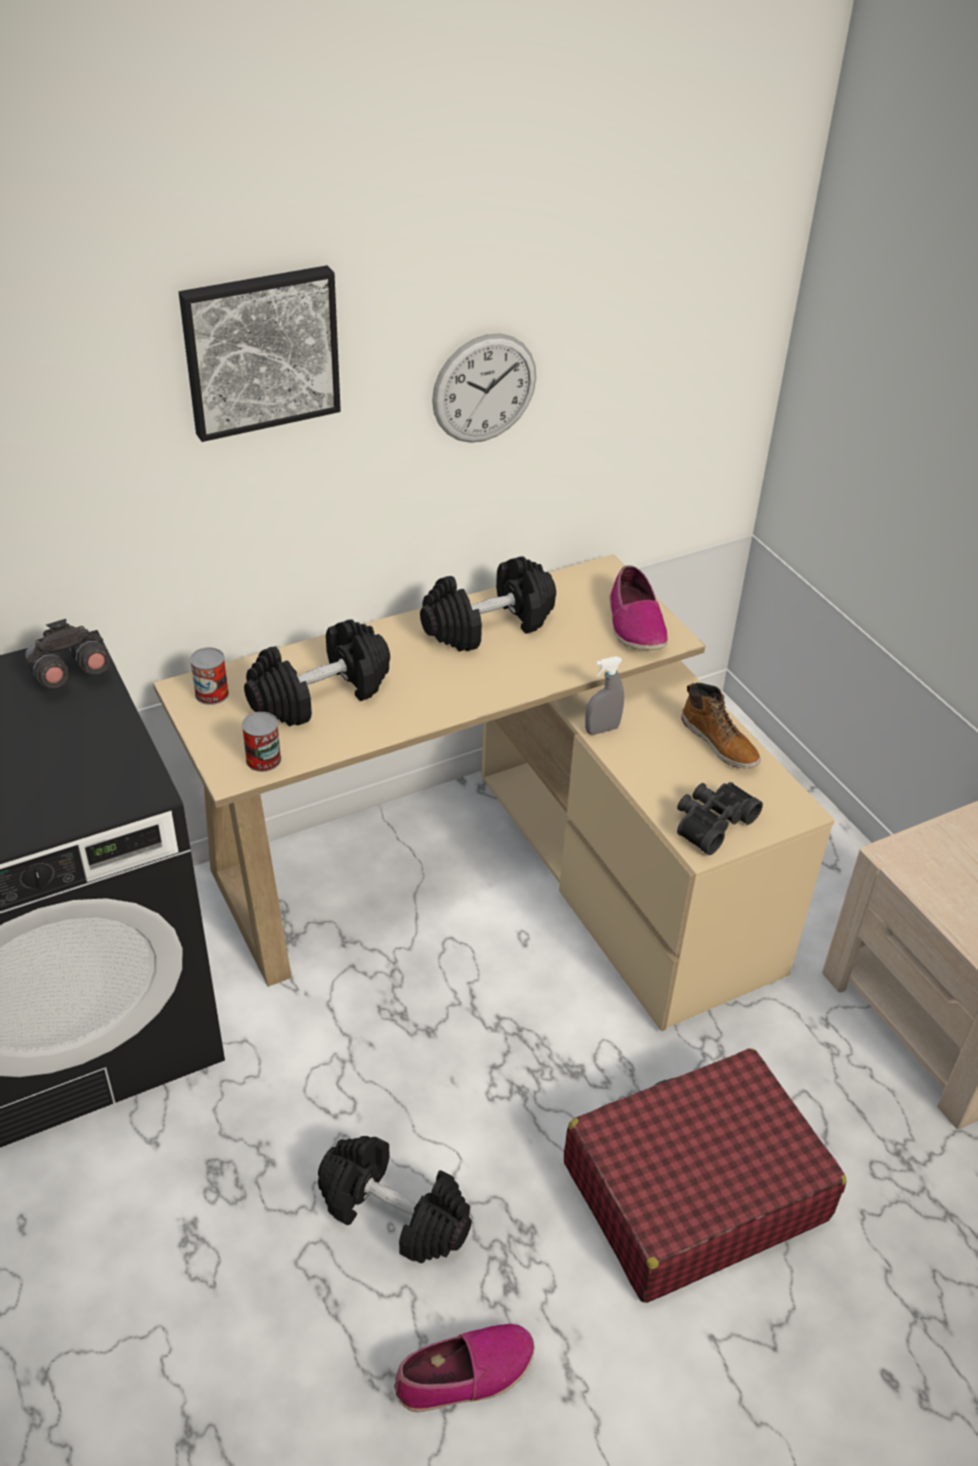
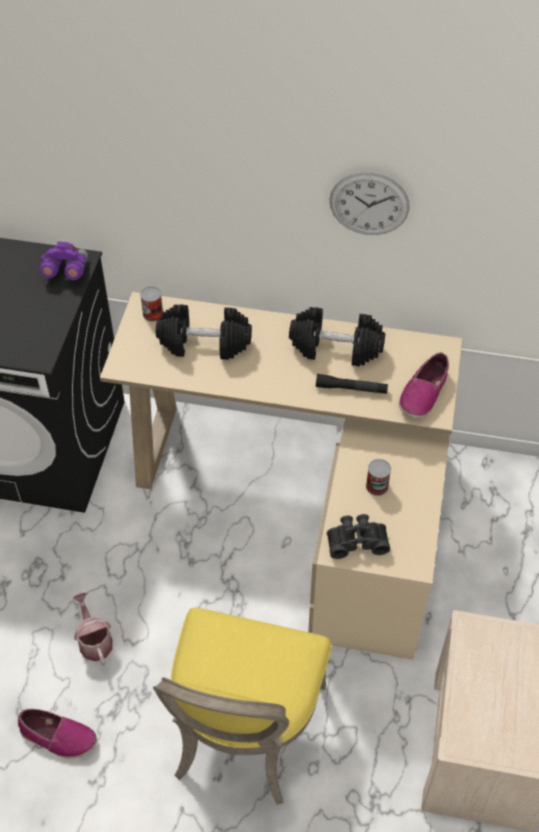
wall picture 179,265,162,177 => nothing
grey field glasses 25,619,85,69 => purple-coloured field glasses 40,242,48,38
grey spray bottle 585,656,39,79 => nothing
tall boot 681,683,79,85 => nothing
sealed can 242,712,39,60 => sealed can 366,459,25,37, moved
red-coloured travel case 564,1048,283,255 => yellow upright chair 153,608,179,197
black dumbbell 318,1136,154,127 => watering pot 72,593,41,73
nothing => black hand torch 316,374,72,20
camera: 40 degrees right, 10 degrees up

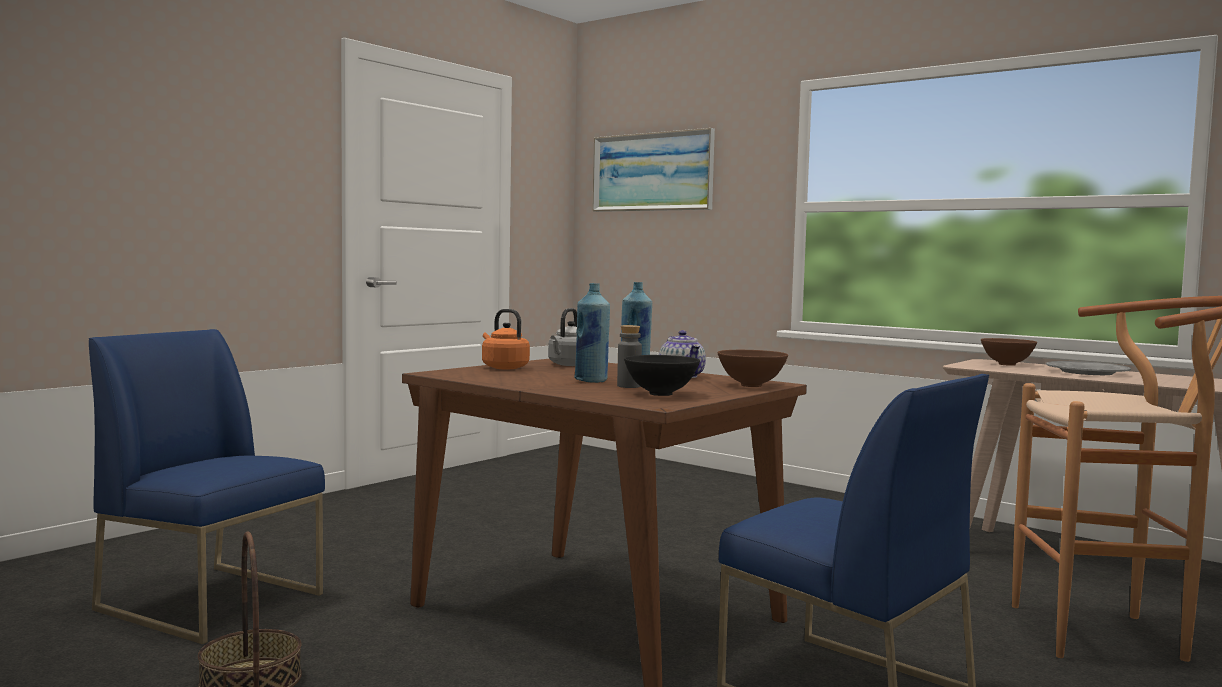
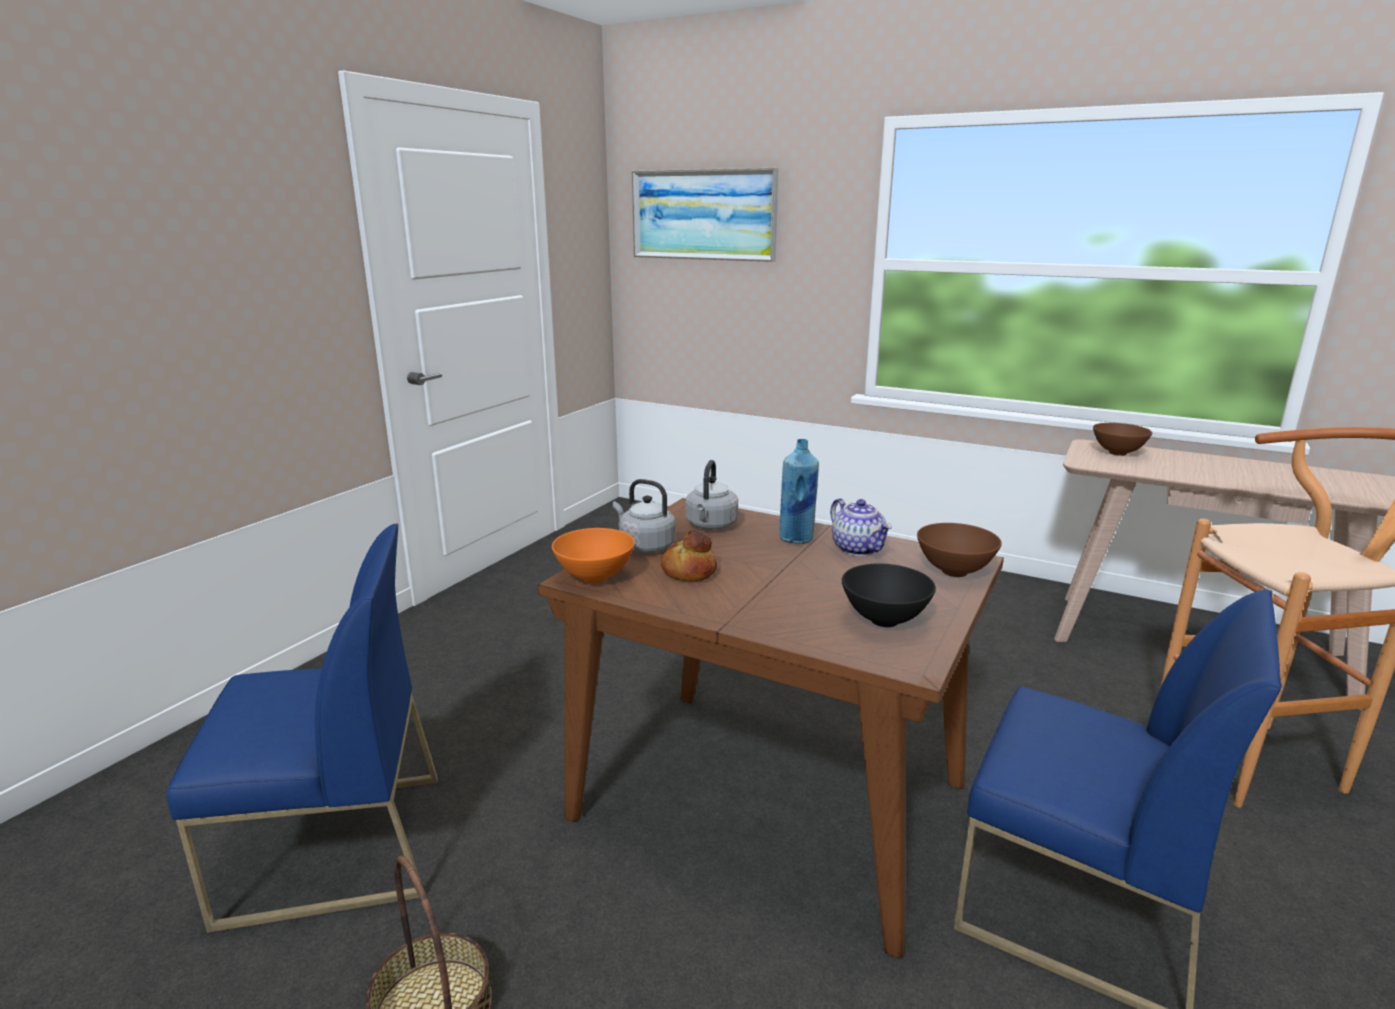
blue bottle 574,283,36,100 => nothing
orange-coloured water kettle 482,309,48,60 => grey water kettle 613,479,63,74
grey bottle 617,325,25,63 => nothing
blue upright chair 89,329,236,315 => blue upright chair 167,524,271,409, 150 degrees clockwise
grey flat dish 1046,361,85,14 => nothing
nothing => orange-coloured serving bowl 552,528,83,55
nothing => bakery bread 661,530,56,52
camera: 10 degrees left, 15 degrees up

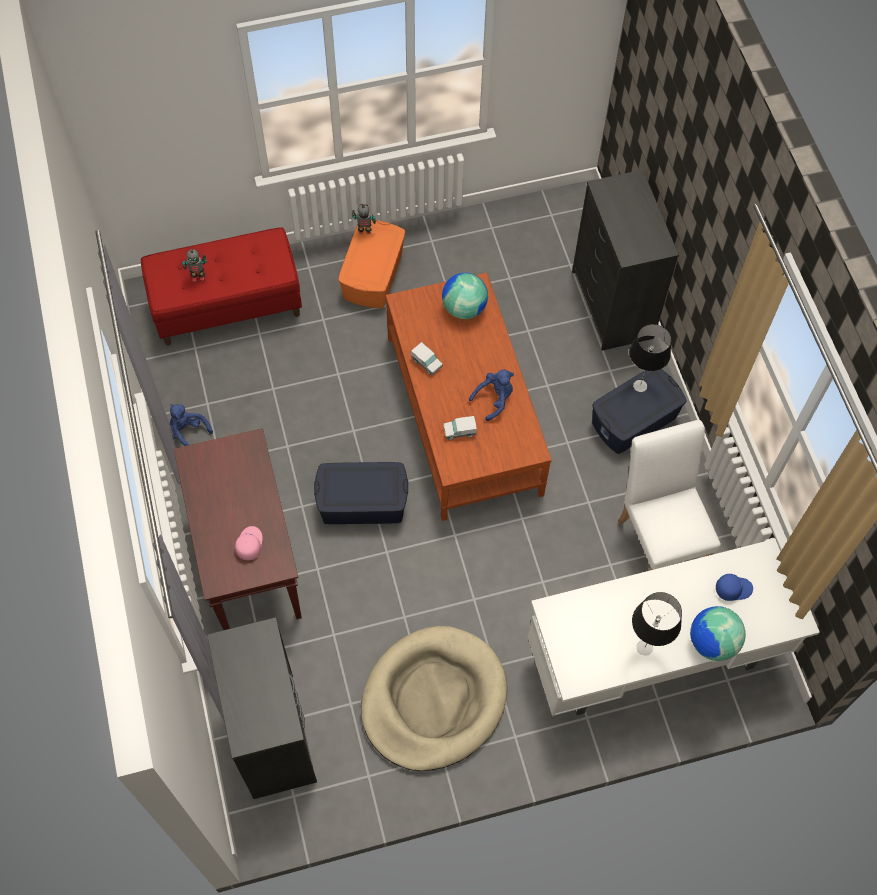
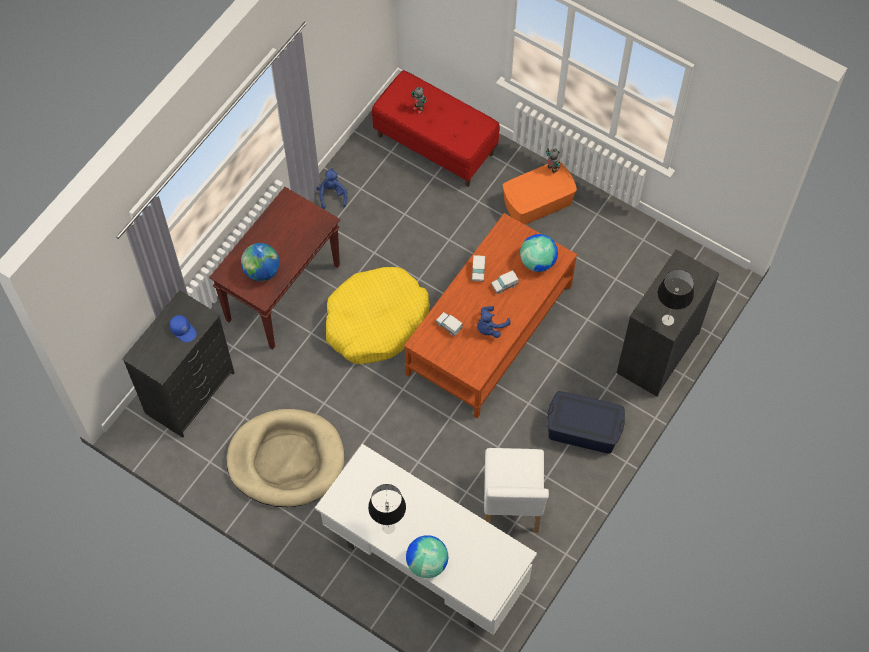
table lamp 629,324,42,68 => table lamp 658,269,36,57, moved
blue plush toy 469,370,45,51 => blue plush toy 477,306,34,32, 120 degrees clockwise
white-coloured upright chair 618,420,103,151 => white-coloured upright chair 484,448,65,84, 150 degrees clockwise
blue storage bin 314,462,94,62 => yellow dog bed 326,267,104,97
pink-coloured baseball cap 235,526,28,34 => world globe 241,243,39,38
blue baseball cap 716,574,37,27 => blue baseball cap 170,315,27,27, moved
nothing => model truck 491,270,28,24
camera: 50 degrees right, 0 degrees up

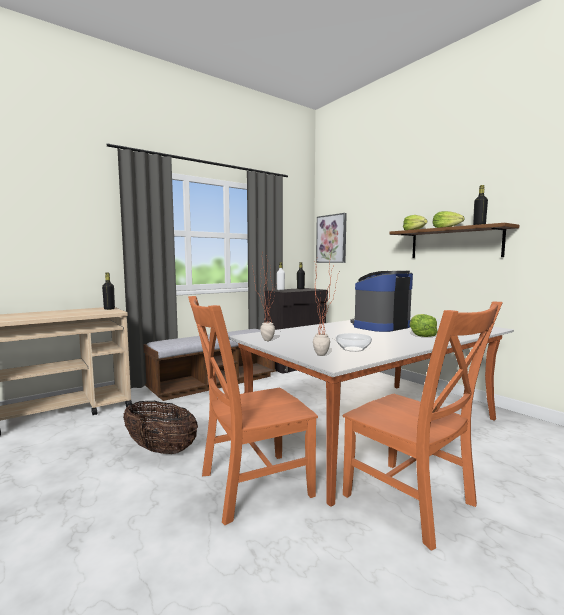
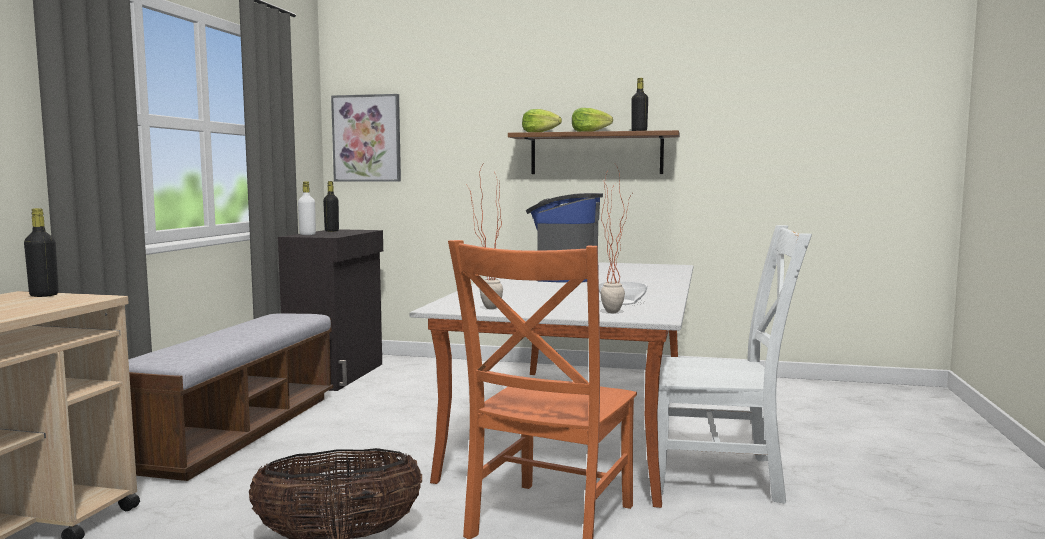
orange-coloured upright chair 343,302,160,249 => white-coloured upright chair 657,225,155,279
lettuce 410,314,28,23 => nothing
camera: 40 degrees left, 0 degrees up

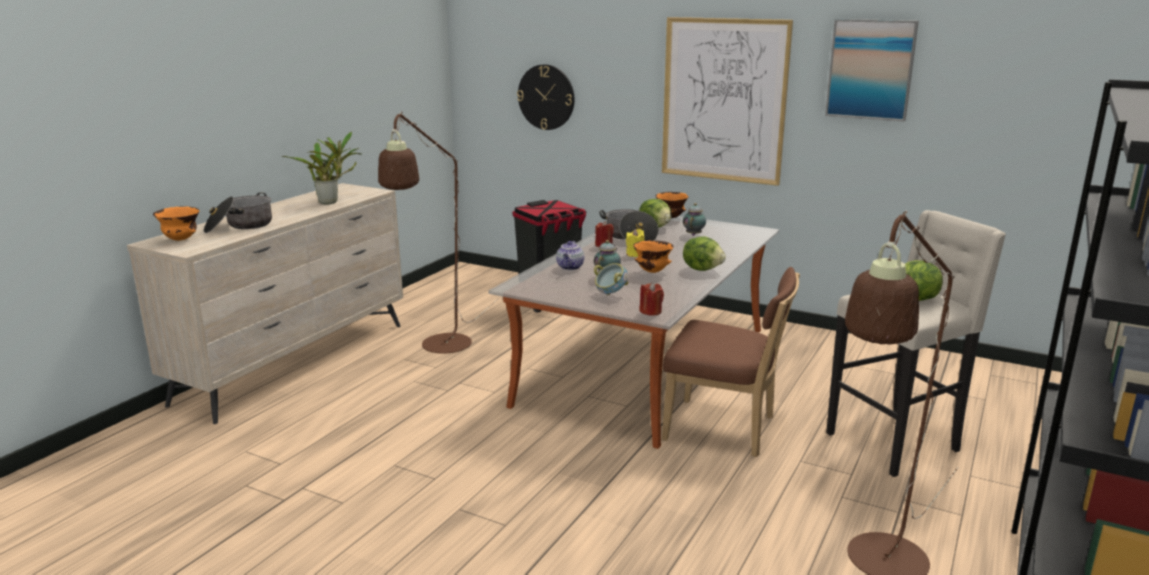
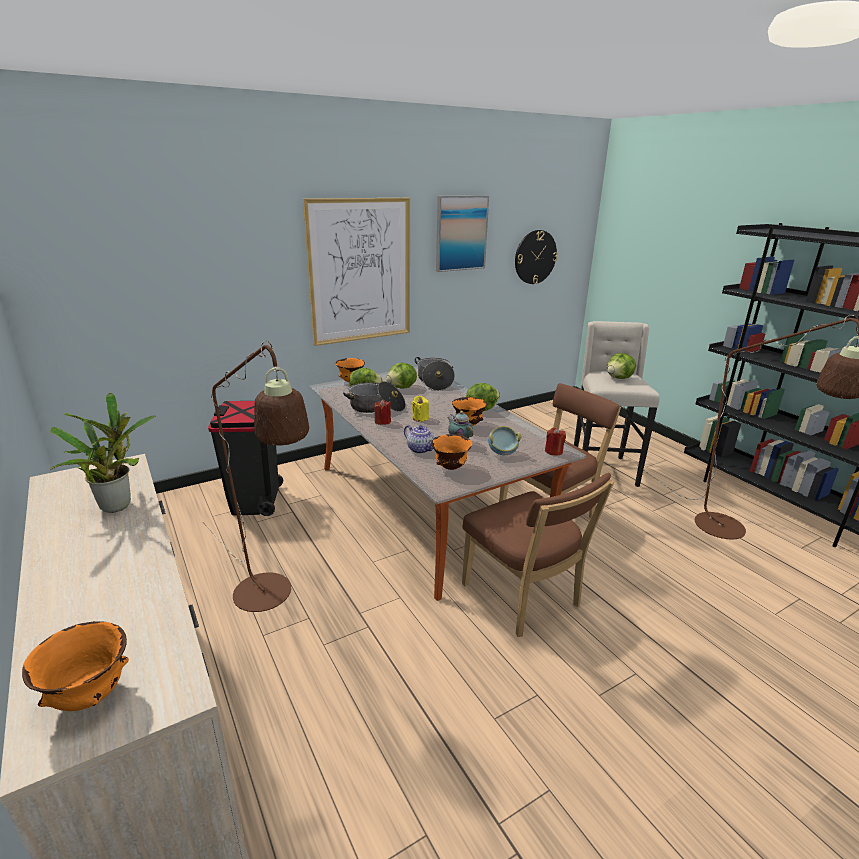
hanging clock 517,64,57,66 => hanging clock 515,230,43,54, moved
saucepot 204,193,68,40 => saucepot 415,357,40,34, moved
tea pot 683,203,23,33 => lettuce 386,363,31,25
nothing => orange-coloured serving bowl 431,434,41,36
nothing => brown upright chair 462,473,152,164
camera: 60 degrees left, 5 degrees up

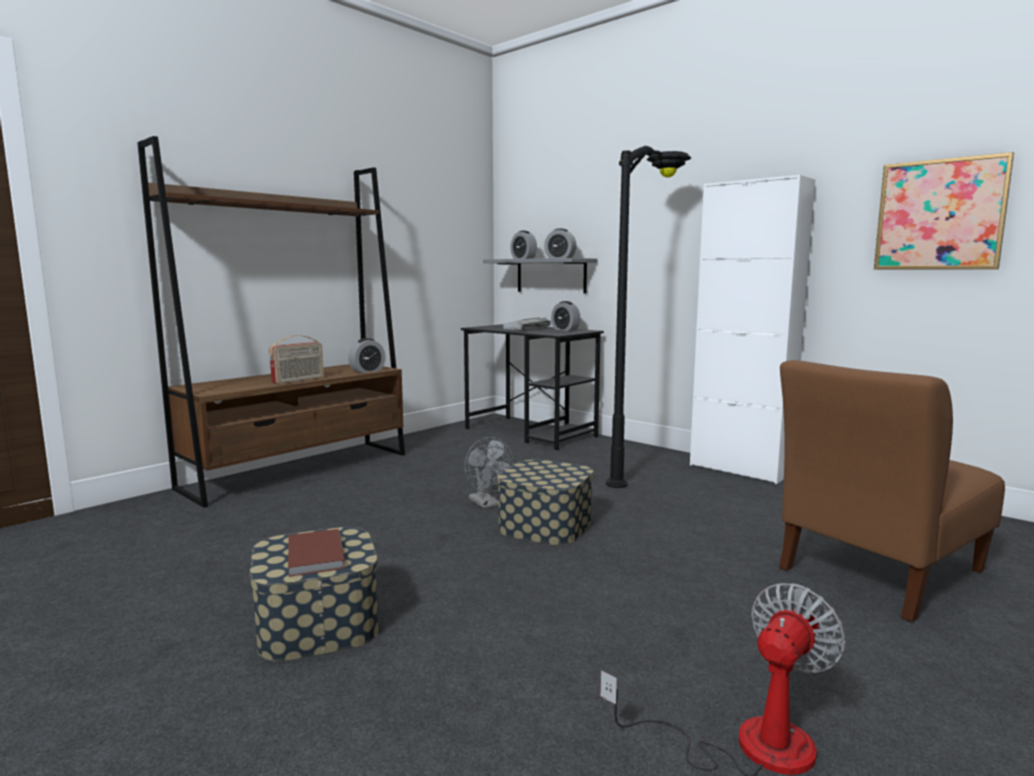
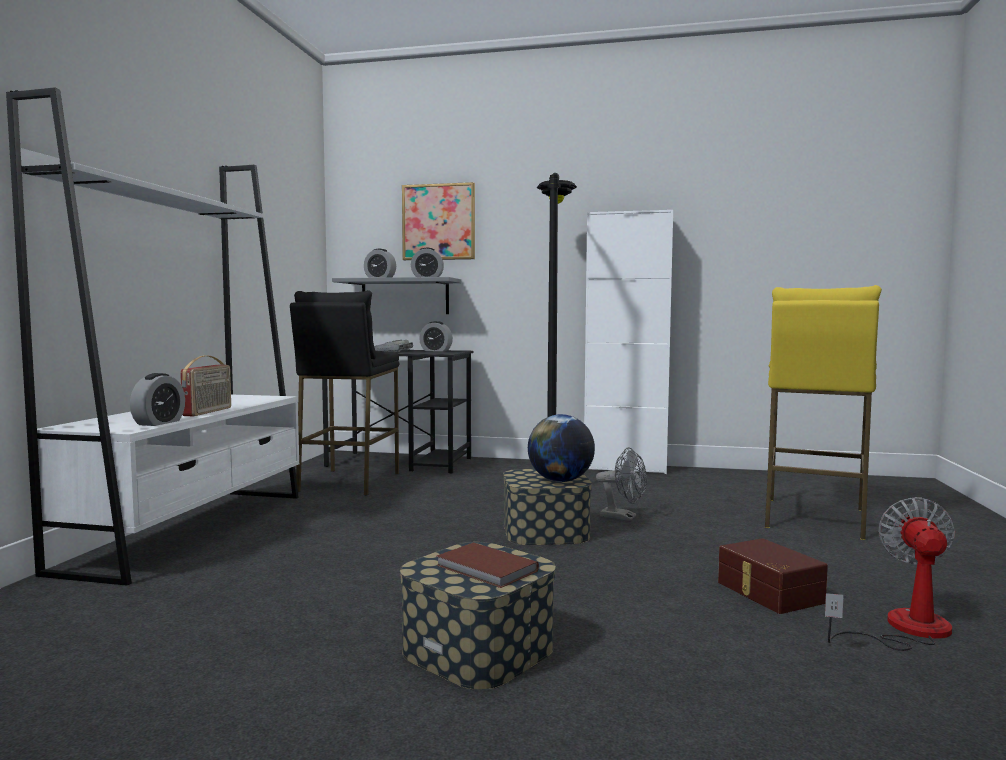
brown shelving unit 138,136,267,372 => white-coloured shelving unit 6,87,293,499
wall picture 874,152,140,118 => wall picture 402,182,73,78, moved
alarm clock 348,338,37,35 => alarm clock 130,373,55,53, moved
brown upright chair 779,360,226,262 => yellow stool seat 765,285,117,255
grey electric fan 465,437,49,71 => grey electric fan 596,447,51,74, moved
nothing => black stool seat 290,290,109,205
nothing => world globe 528,414,67,68
nothing => brown storage bin 718,538,110,76
camera: 30 degrees left, 5 degrees down

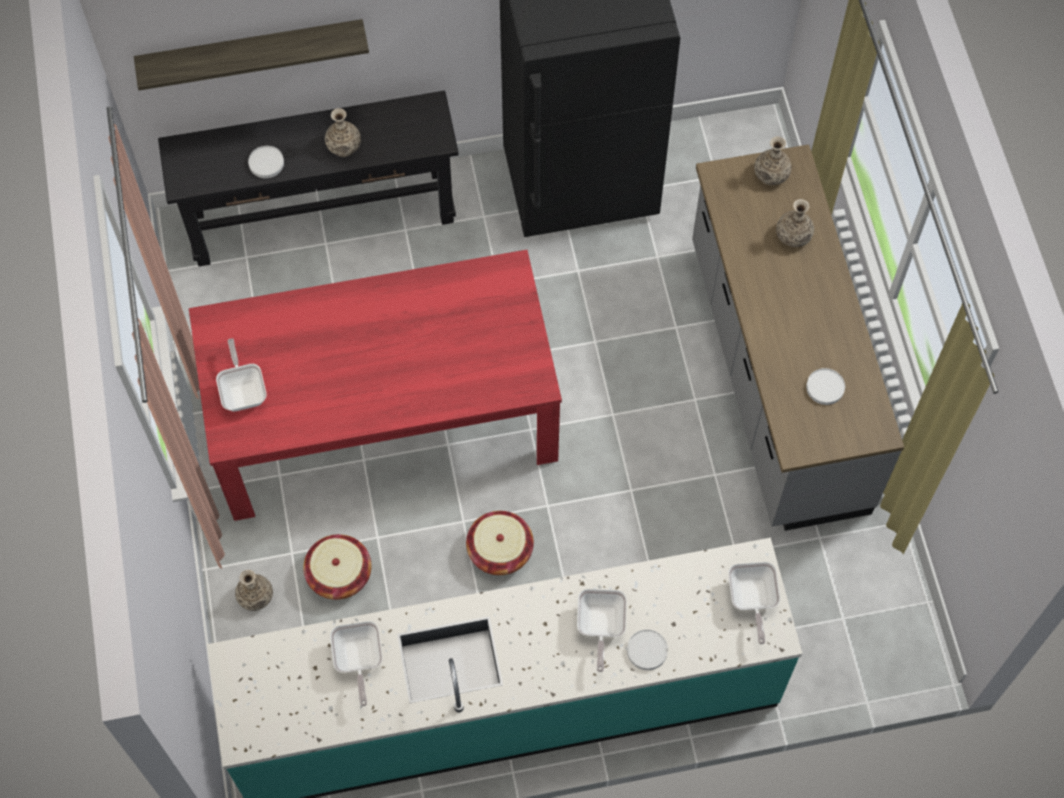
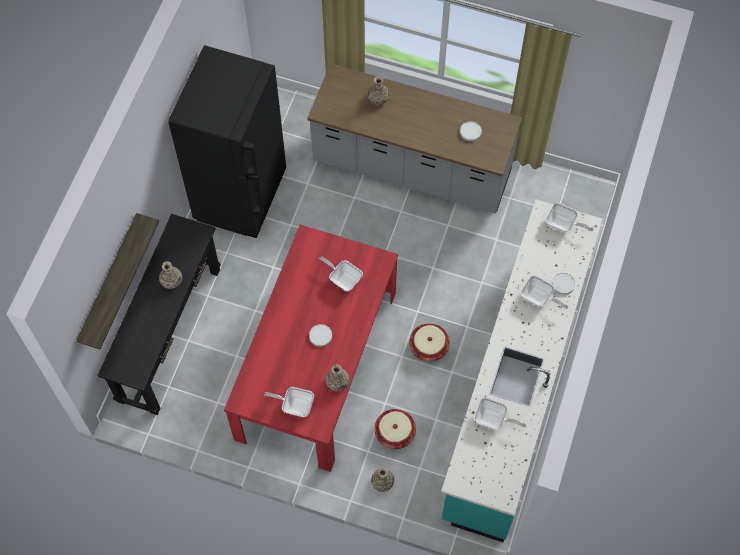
decorative vase 754,136,38,49 => decorative vase 326,364,24,27, moved
white-coloured flat dish 248,146,36,32 => white-coloured flat dish 309,324,23,23, moved
nothing => frying pan 319,256,44,35
camera: 60 degrees left, 0 degrees up

